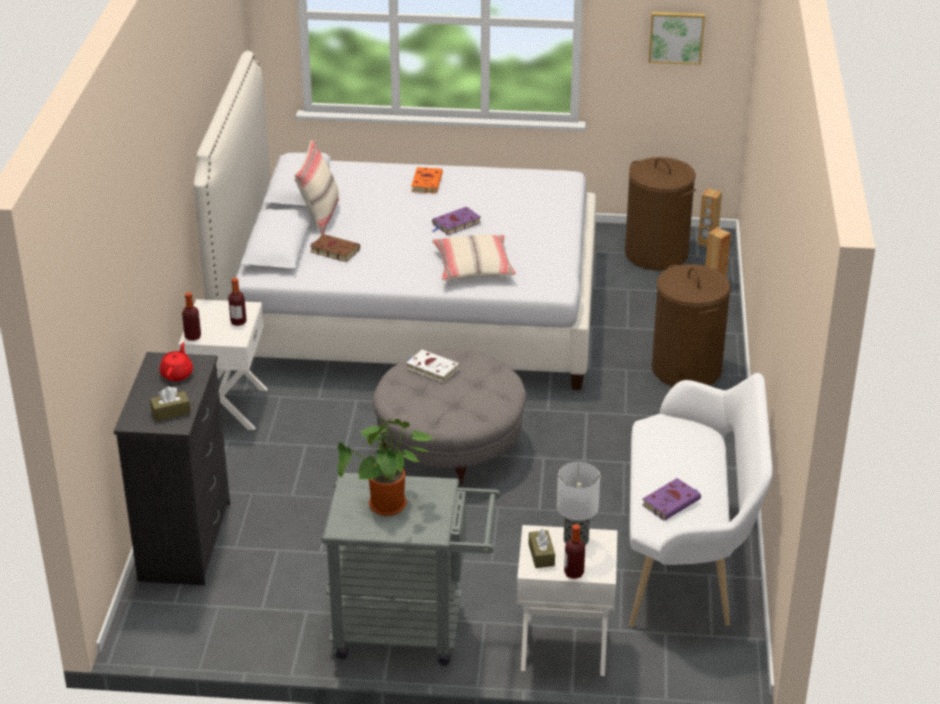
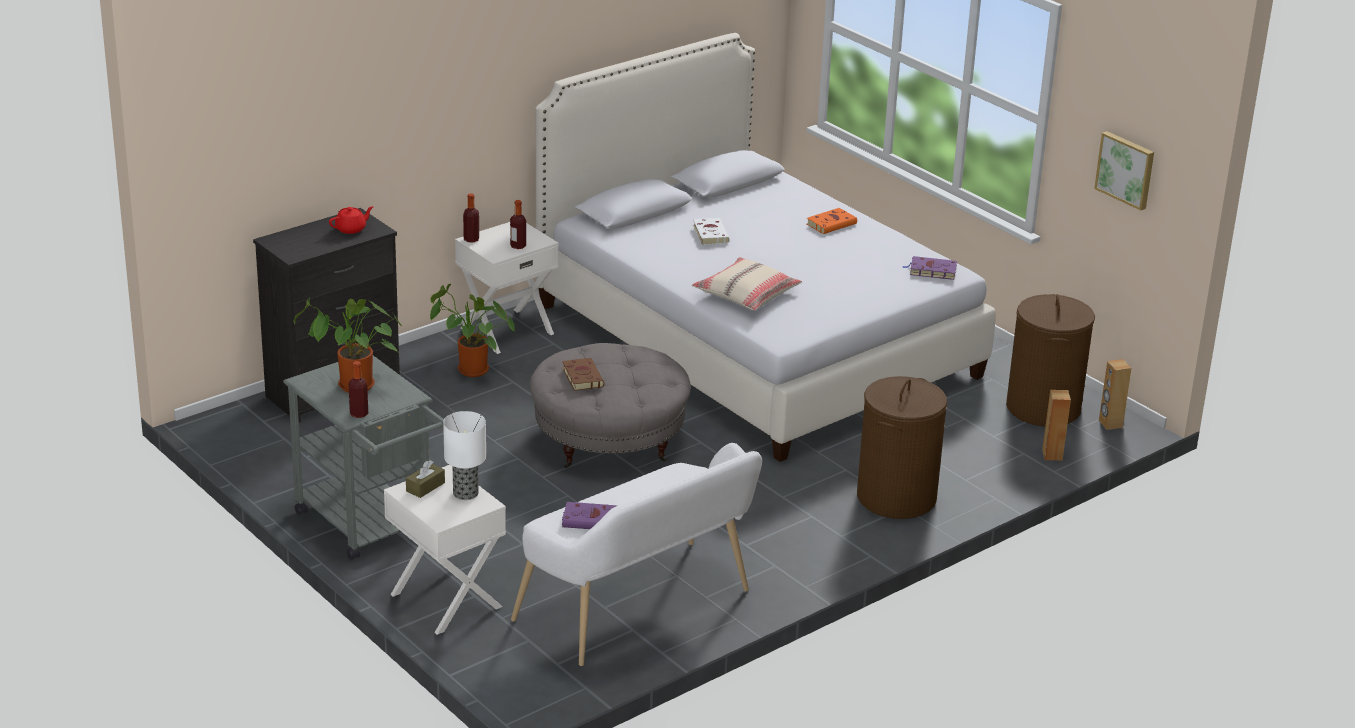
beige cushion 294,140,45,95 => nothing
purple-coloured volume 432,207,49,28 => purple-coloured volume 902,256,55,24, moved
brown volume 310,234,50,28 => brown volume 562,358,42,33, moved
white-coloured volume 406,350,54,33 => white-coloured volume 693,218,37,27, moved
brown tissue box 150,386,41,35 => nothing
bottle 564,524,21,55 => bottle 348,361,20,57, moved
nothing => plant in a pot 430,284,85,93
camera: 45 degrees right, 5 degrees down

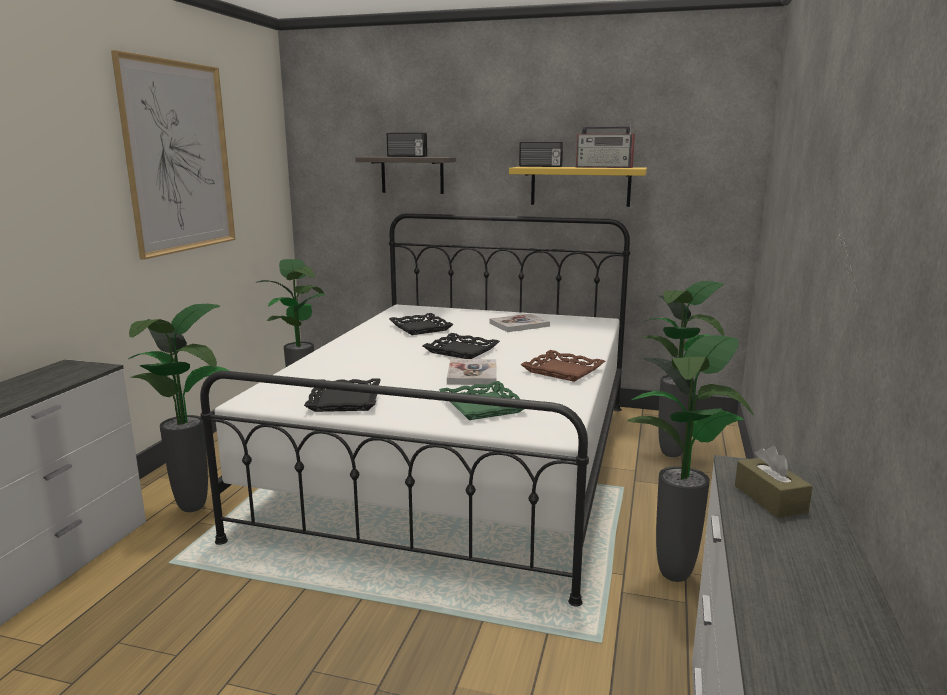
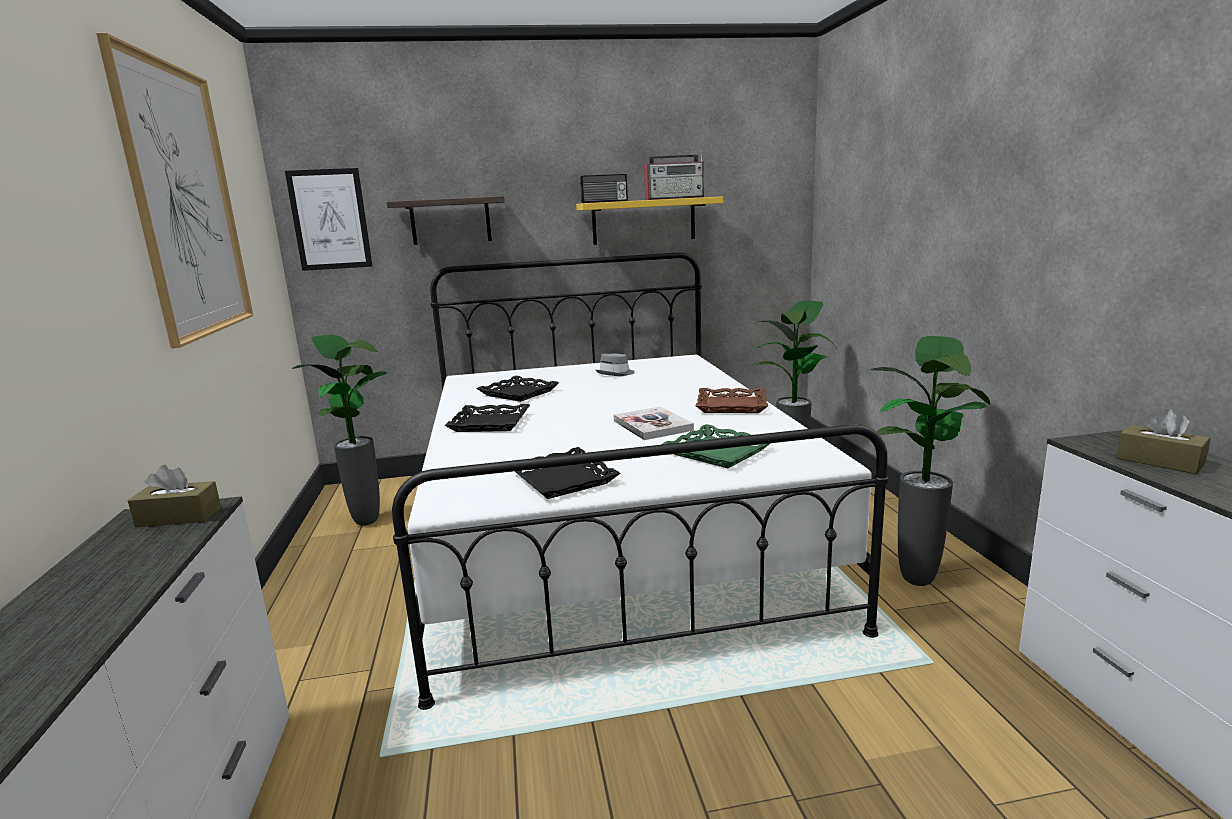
radio 387,133,40,24 => nothing
plant in a pot 129,304,101,208 => nothing
volume 489,314,61,18 => grey hat 596,354,39,22
black tray 423,333,77,26 => black tray 444,404,86,28, moved
nothing => wall picture 285,168,87,103
nothing => brown tissue box 128,465,93,62
camera: 25 degrees left, 0 degrees up

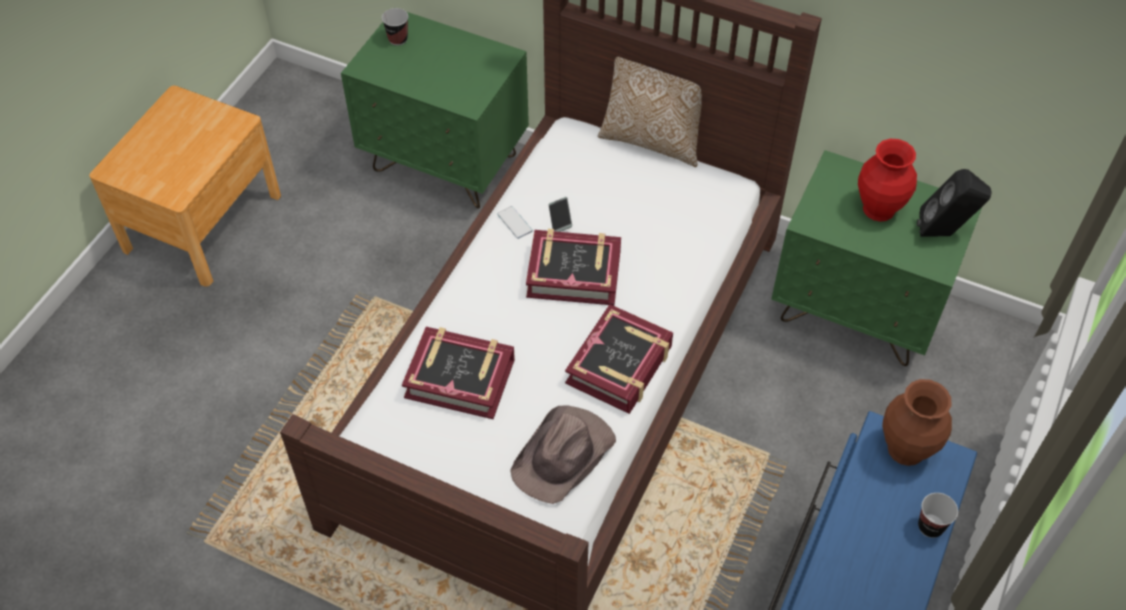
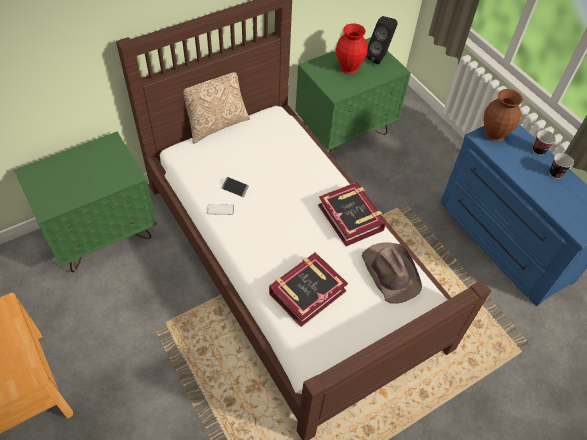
cup 382,8,26,38 => cup 549,153,25,26, moved
volume 526,229,95,77 => nothing
camera: 60 degrees left, 0 degrees up

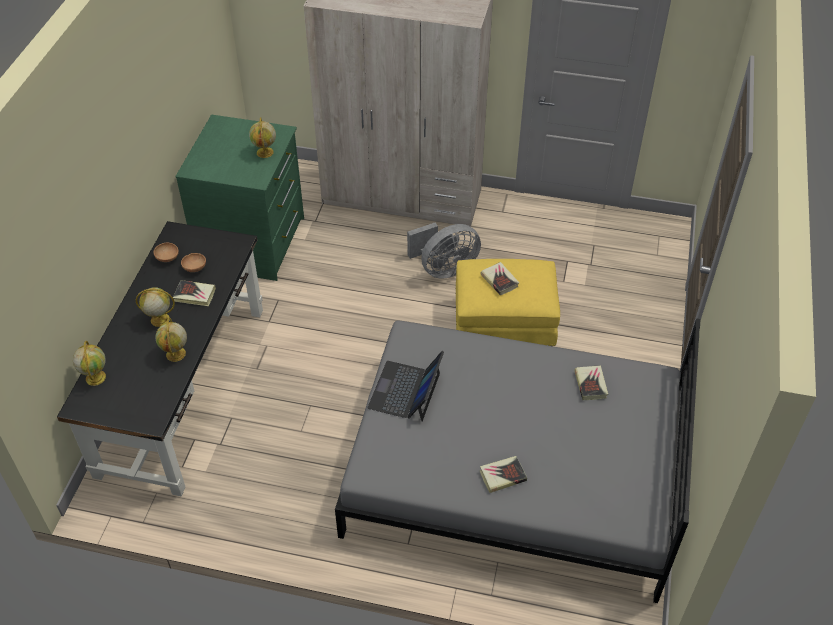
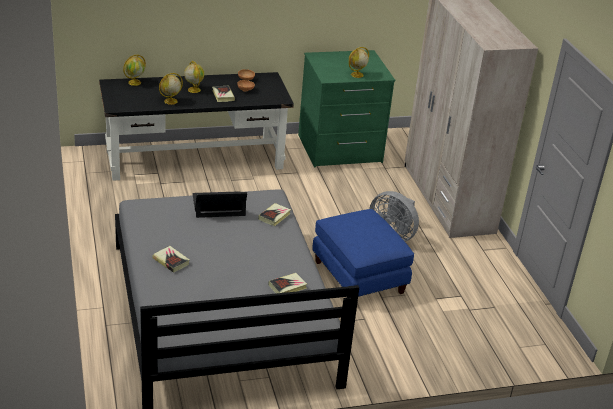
yellow ottoman 456,259,104,87 => blue ottoman 312,209,102,88
volume 480,262,39,33 => volume 258,203,33,23, moved
camera: 60 degrees right, 15 degrees down

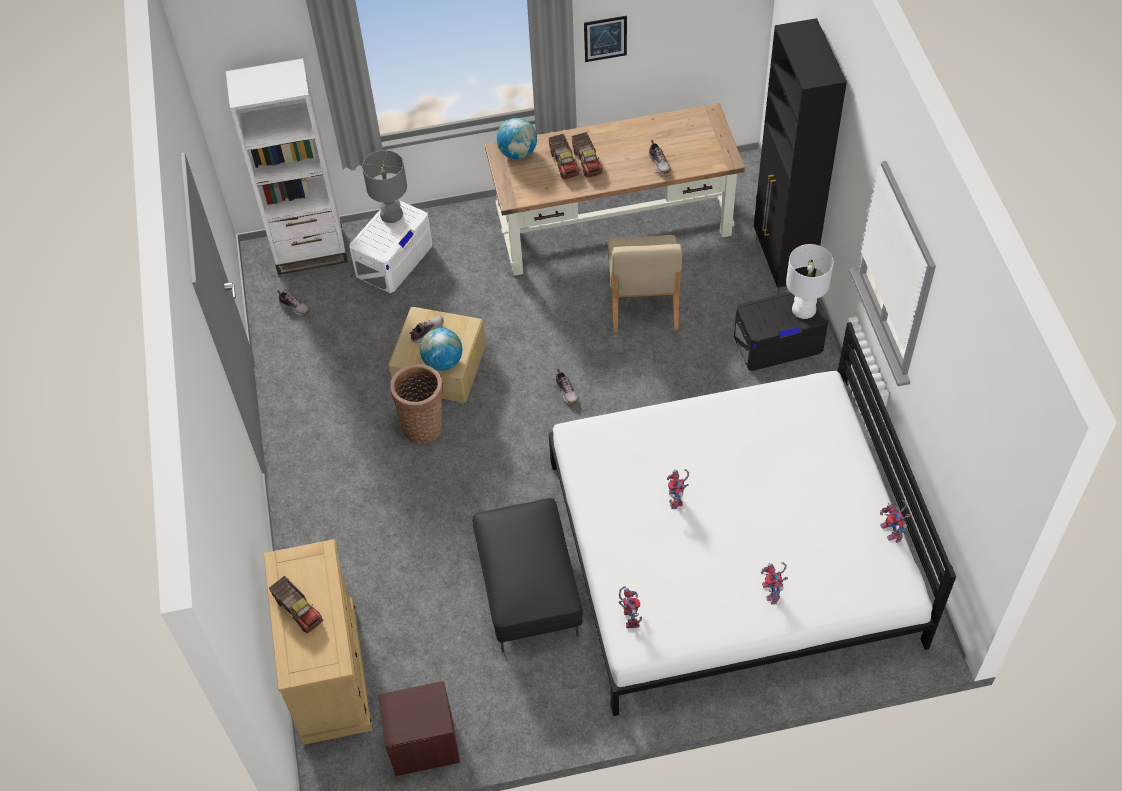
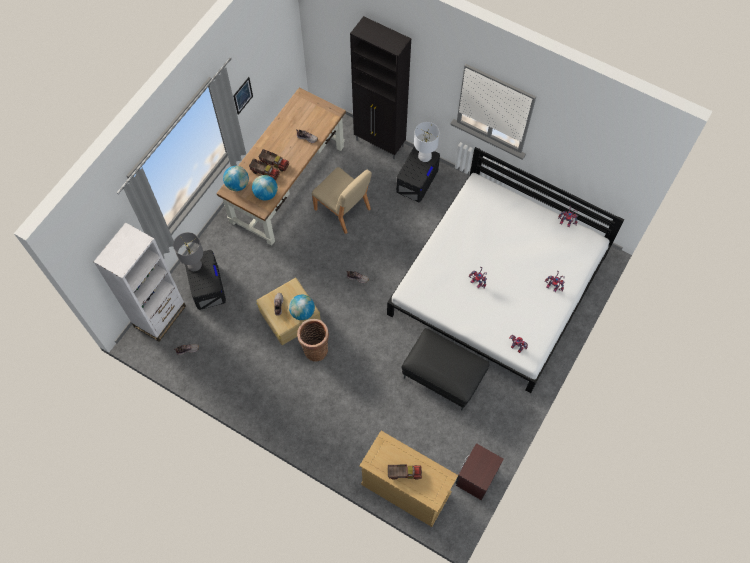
white-coloured storage bin 349,200,84,93 => black storage bin 185,250,41,60
nothing => world globe 252,175,26,25
camera: 50 degrees left, 10 degrees up

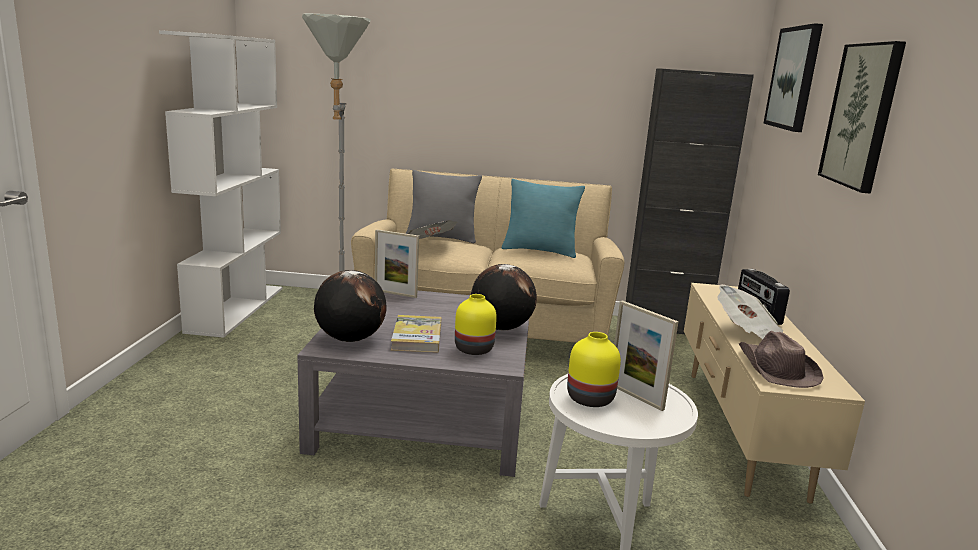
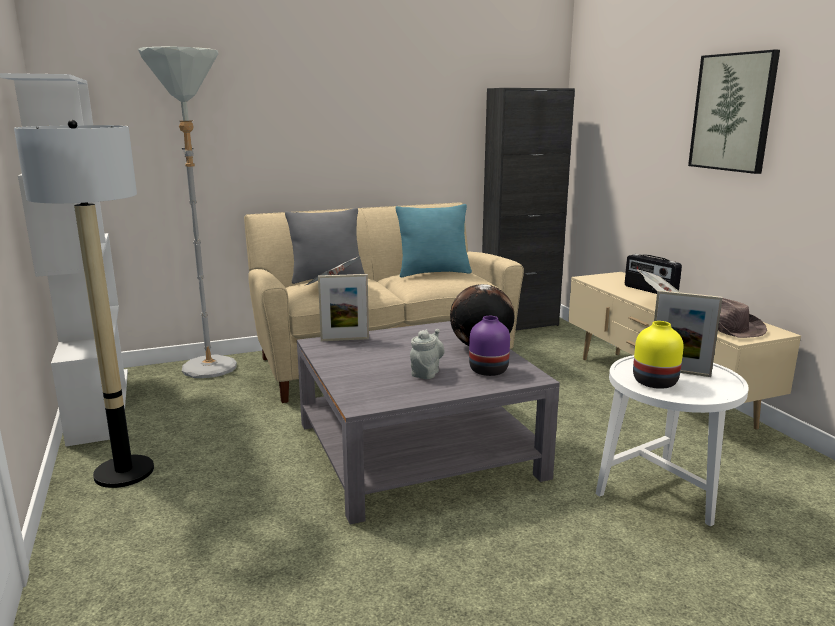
wall picture 763,23,60,109 => nothing
world globe 314,270,73,72 => nothing
yellow decorative vase 455,294,42,61 => purple-coloured decorative vase 469,316,41,60
volume 391,315,51,38 => grey tea pot 410,329,34,50
nothing => floor lamp 14,120,140,368
camera: 25 degrees left, 0 degrees up

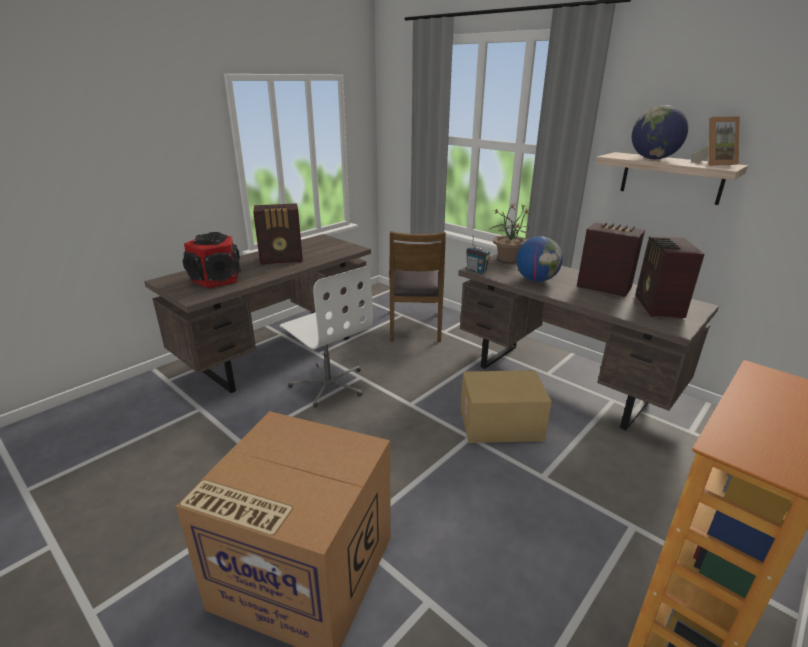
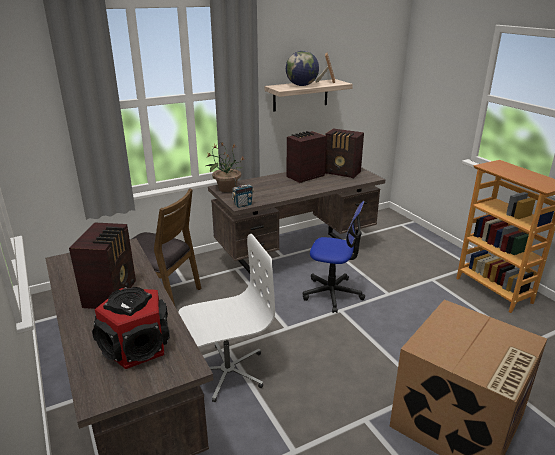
world globe 516,236,47,46 => nothing
packing box 461,370,91,73 => computer chair 303,201,62,112
camera: 70 degrees left, 0 degrees up

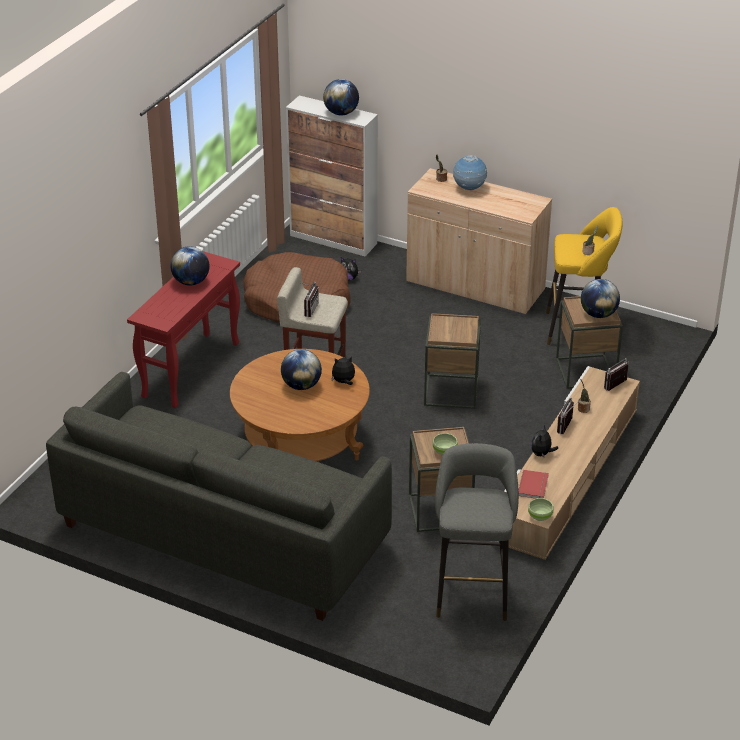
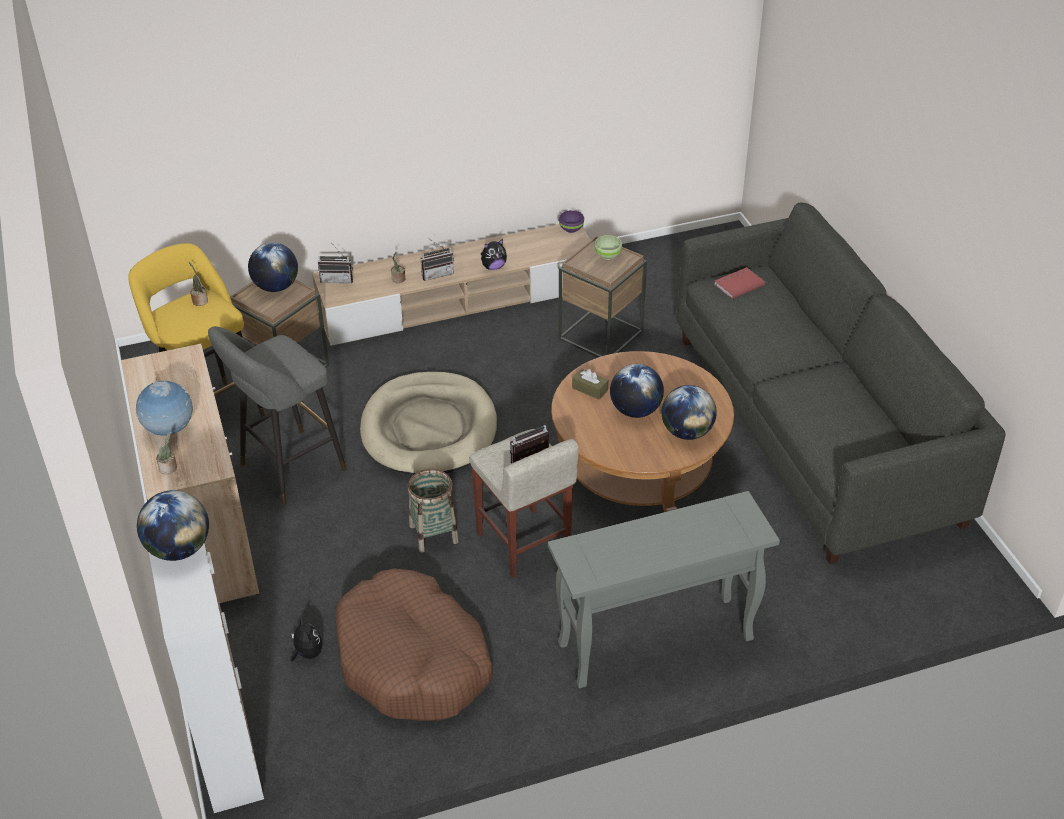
world globe 170,246,40,40 => world globe 662,385,55,55, moved
red-coloured console table 127,251,113,157 => grey console table 548,491,232,197
brown side table 424,313,57,96 => beige dog bed 360,372,137,103
plush toy 331,356,24,29 => brown tissue box 572,369,36,30
grey stool seat 435,443,84,178 => grey stool seat 208,326,139,179, moved
red-coloured volume 519,470,30,29 => red-coloured volume 714,267,51,32, moved
green-coloured serving bowl 528,498,26,23 => purple-coloured serving bowl 559,210,25,23
nothing => storage basket 408,469,51,84
camera: 135 degrees left, 5 degrees up

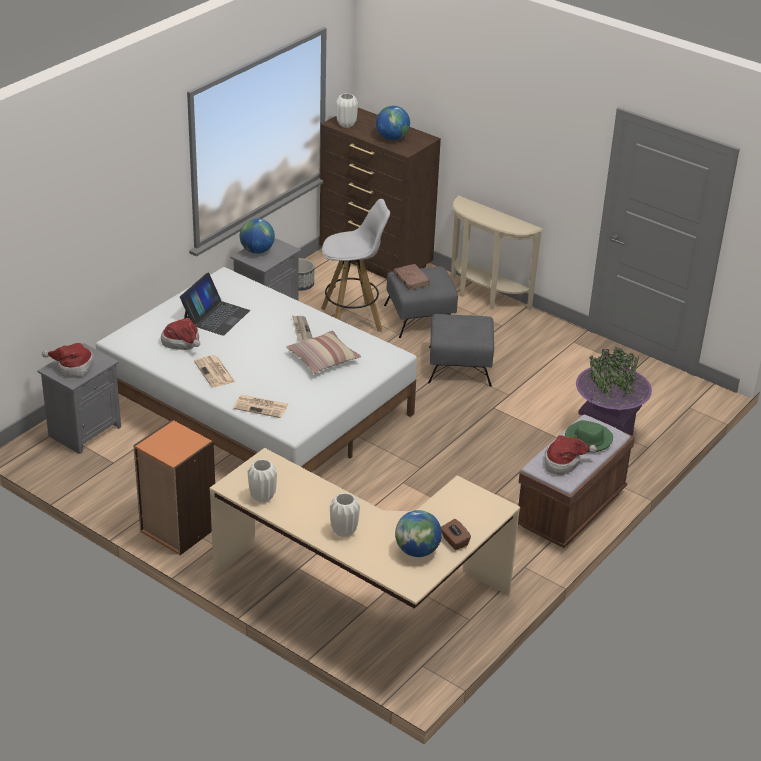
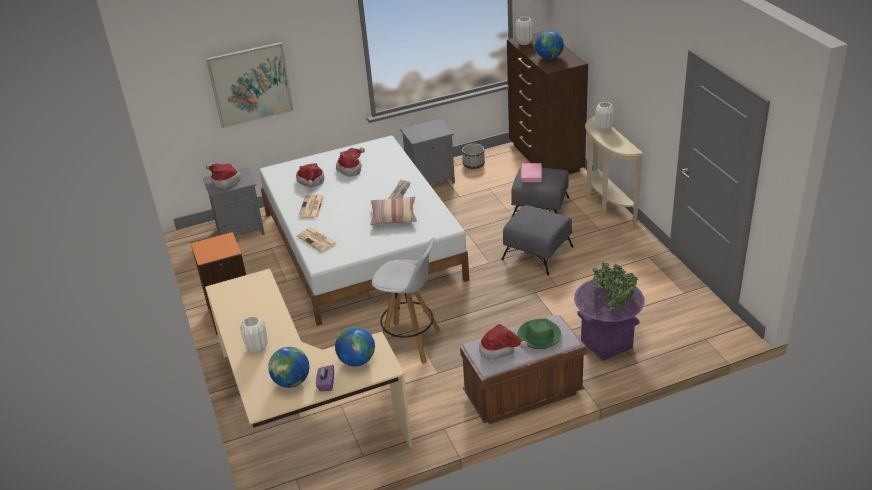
white-coloured stool seat 321,199,69,133 => white-coloured stool seat 372,237,68,127, moved
world globe 240,218,35,36 => world globe 335,326,40,40, moved
brown volume 394,264,37,26 => pink-coloured volume 521,163,21,19
portable computer 180,272,70,64 => hat 336,148,29,28
white-coloured decorative vase 248,459,29,44 => white-coloured decorative vase 595,102,20,30, moved
brown tissue box 441,519,30,31 => purple-coloured tissue box 316,365,18,26
nothing => wall picture 206,42,88,86
camera: 35 degrees right, 0 degrees up

